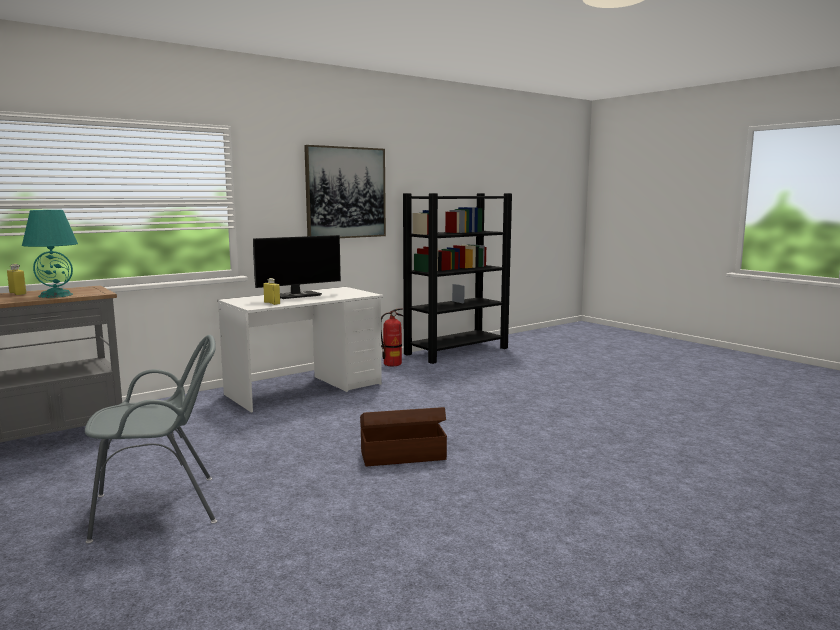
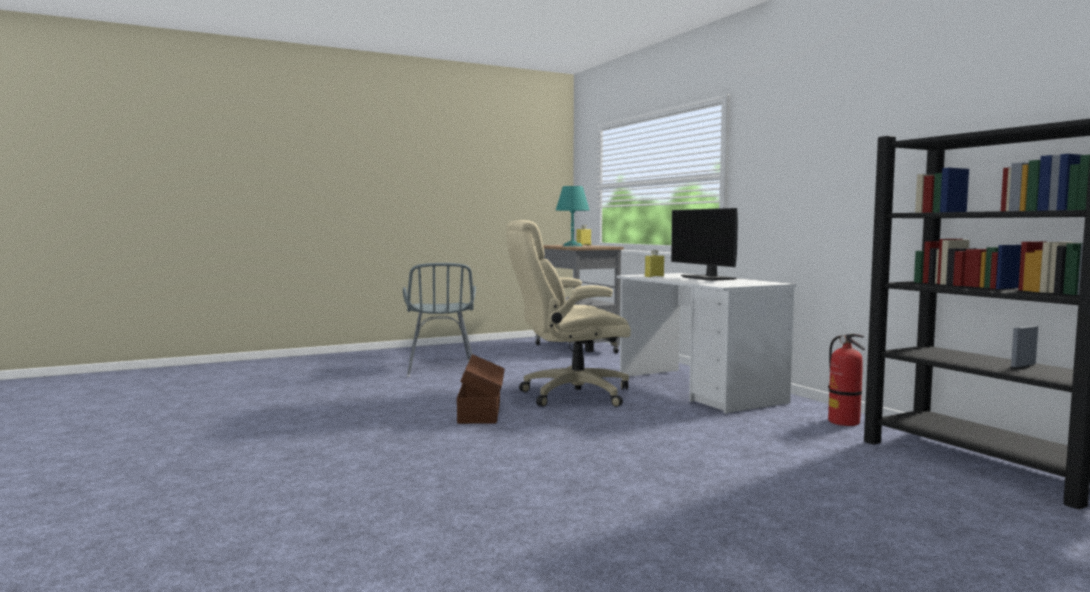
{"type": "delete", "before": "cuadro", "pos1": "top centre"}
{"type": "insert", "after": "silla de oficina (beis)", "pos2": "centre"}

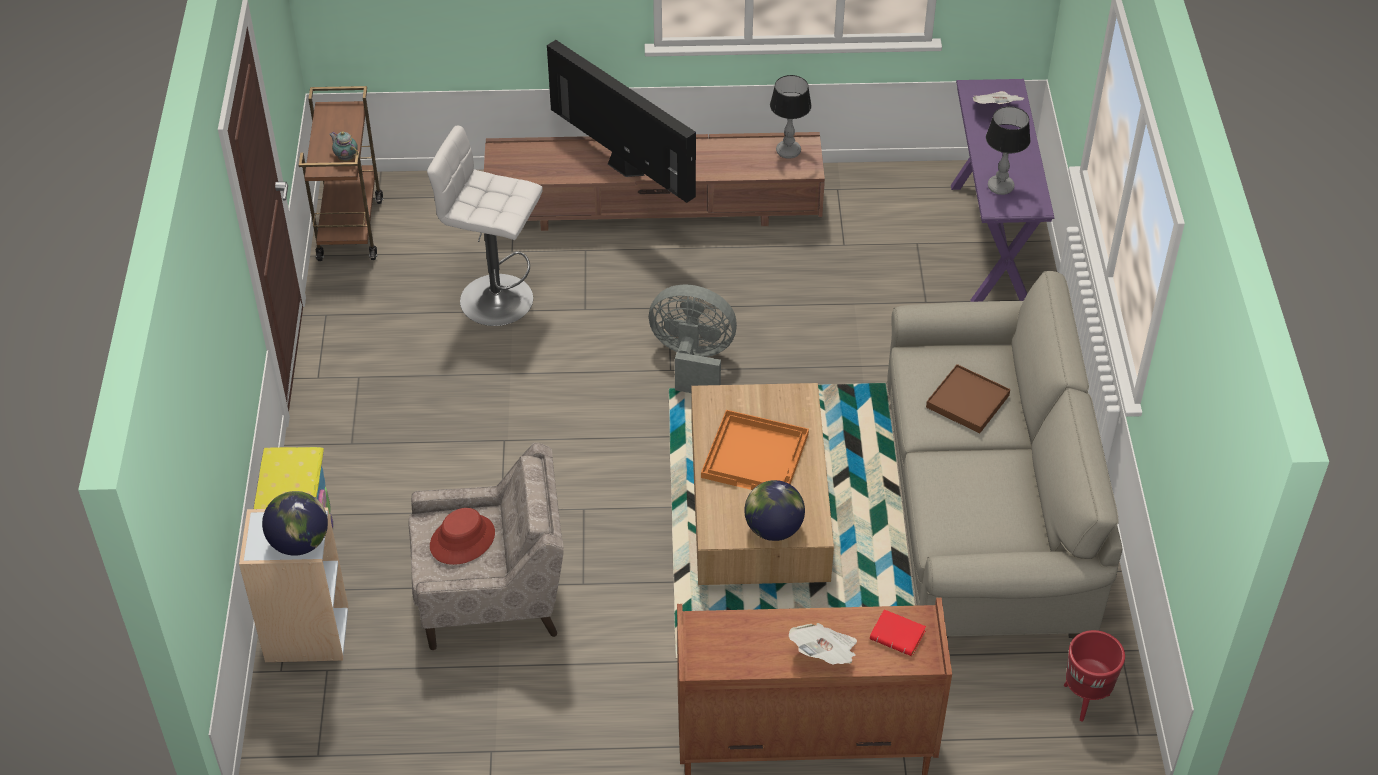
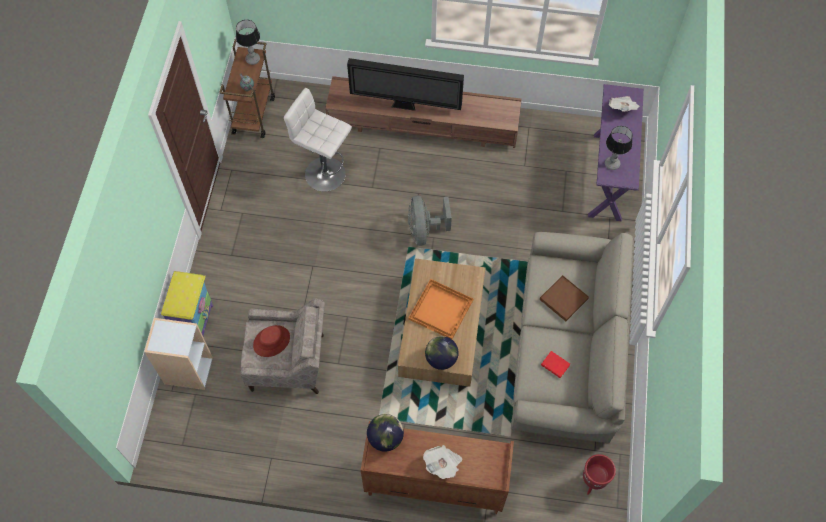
{"type": "move", "before": "globo terráqueo (1st from left)", "pos1": "bottom left", "pos2": "bottom centre"}
{"type": "rotate", "before": "televisor", "pos1": "top centre", "pos2": "top centre", "turn": 135}
{"type": "rotate", "before": "ventilador (gris)", "pos1": "centre", "pos2": "centre", "turn": -120}
{"type": "move", "before": "lámpara de mesa (1st from left)", "pos1": "top centre", "pos2": "top left"}
{"type": "move", "before": "libro (rojo)", "pos1": "bottom centre", "pos2": "bottom right"}

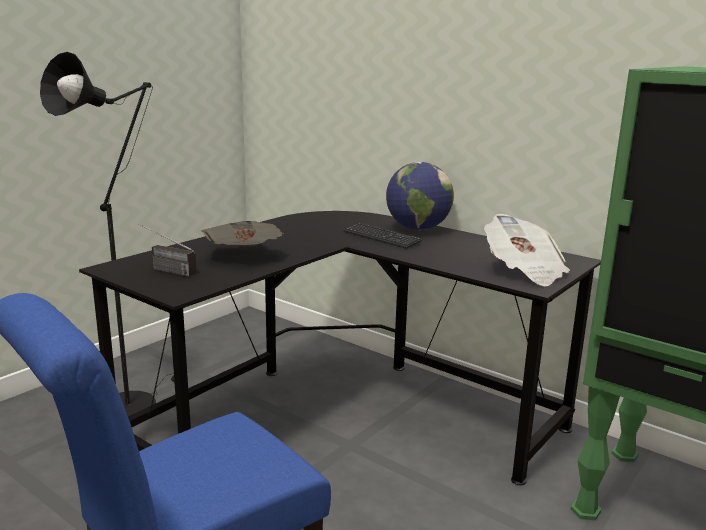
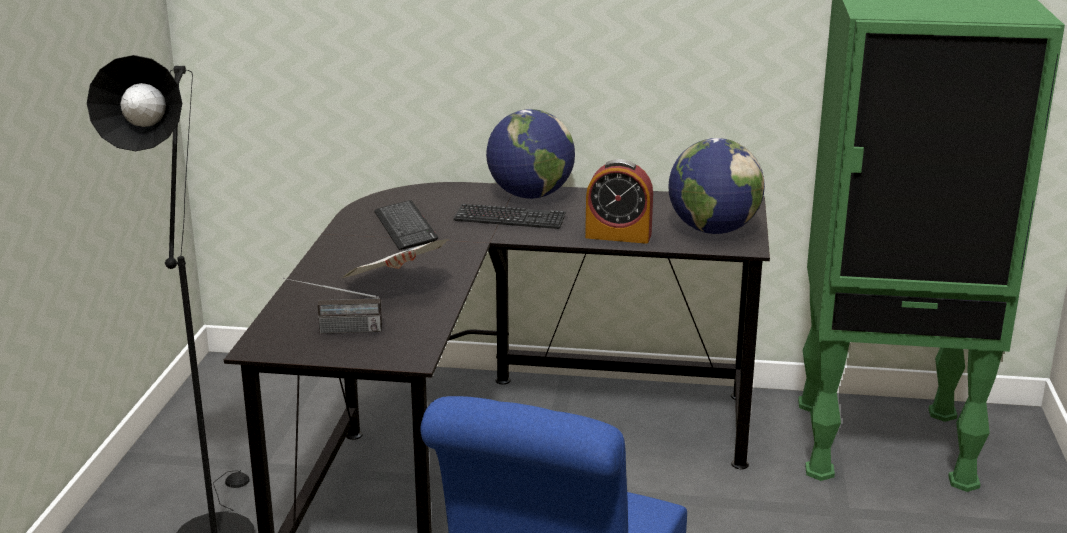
{"type": "replace", "before": "periódico (2nd from left)", "after": "globo terráqueo (2nd from left)", "pos1": "middle right", "pos2": "middle right"}
{"type": "insert", "after": "teclado (1st from left)", "pos2": "centre"}
{"type": "insert", "after": "despertador", "pos2": "centre"}

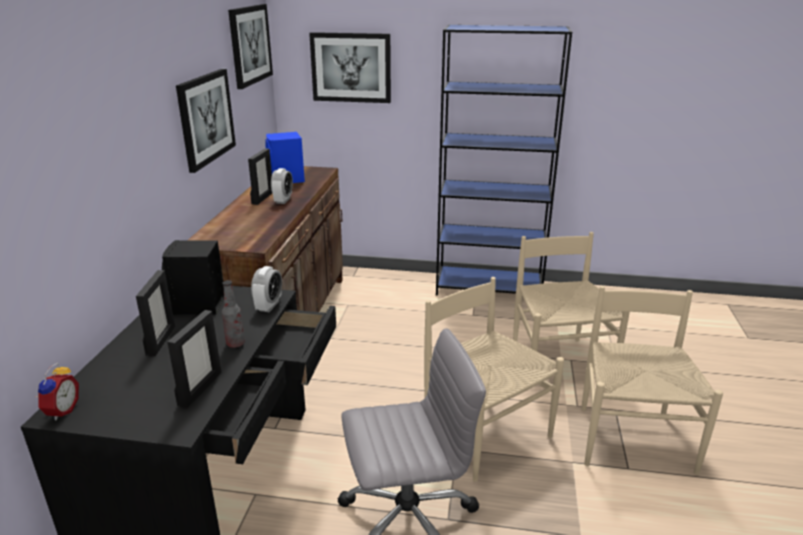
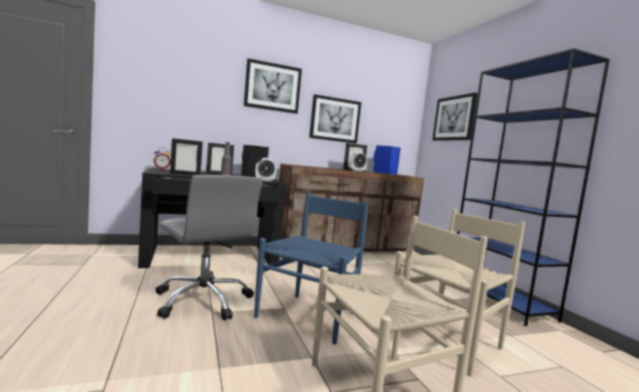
{"type": "move", "before": "cuadro (2nd from left in the first image)", "after": "cuadro (1st from left)", "pos1": "top left", "pos2": "top centre"}
{"type": "recolor", "before": "silla (beis) (1st from left)", "after": "silla (azul)", "pos1": "bottom centre", "pos2": "bottom centre"}

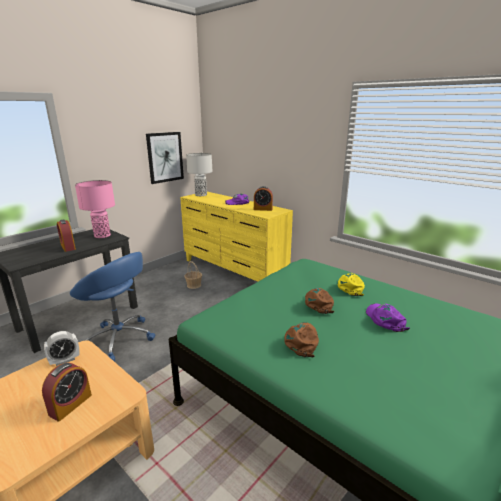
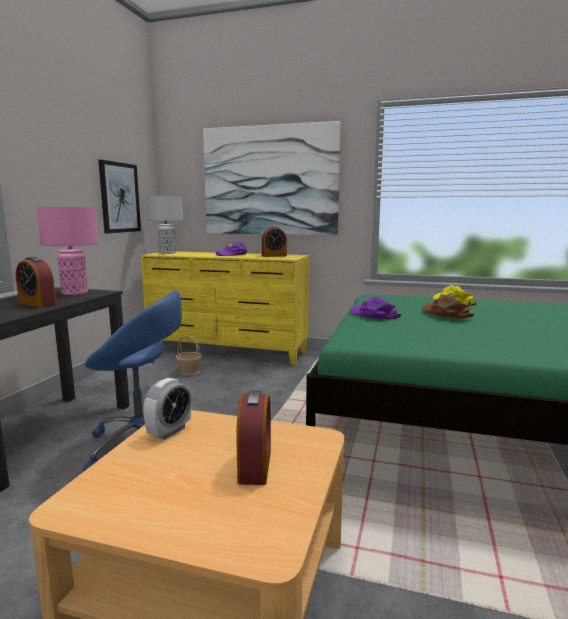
{"type": "delete", "before": "gorra (marrón) (1st from left)", "pos1": "bottom centre"}
{"type": "move", "before": "gorra (morado) (2nd from left)", "pos1": "middle right", "pos2": "centre"}
{"type": "insert", "after": "cuadro (2nd from left)", "pos2": "top centre"}

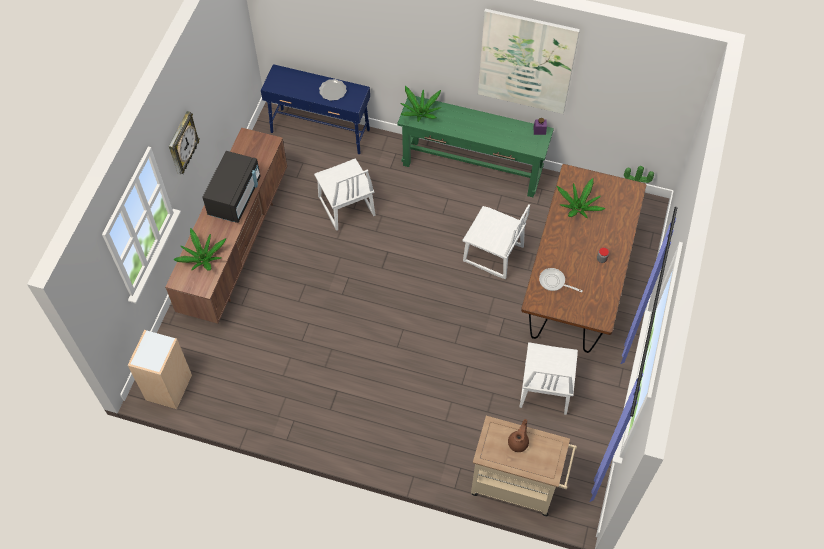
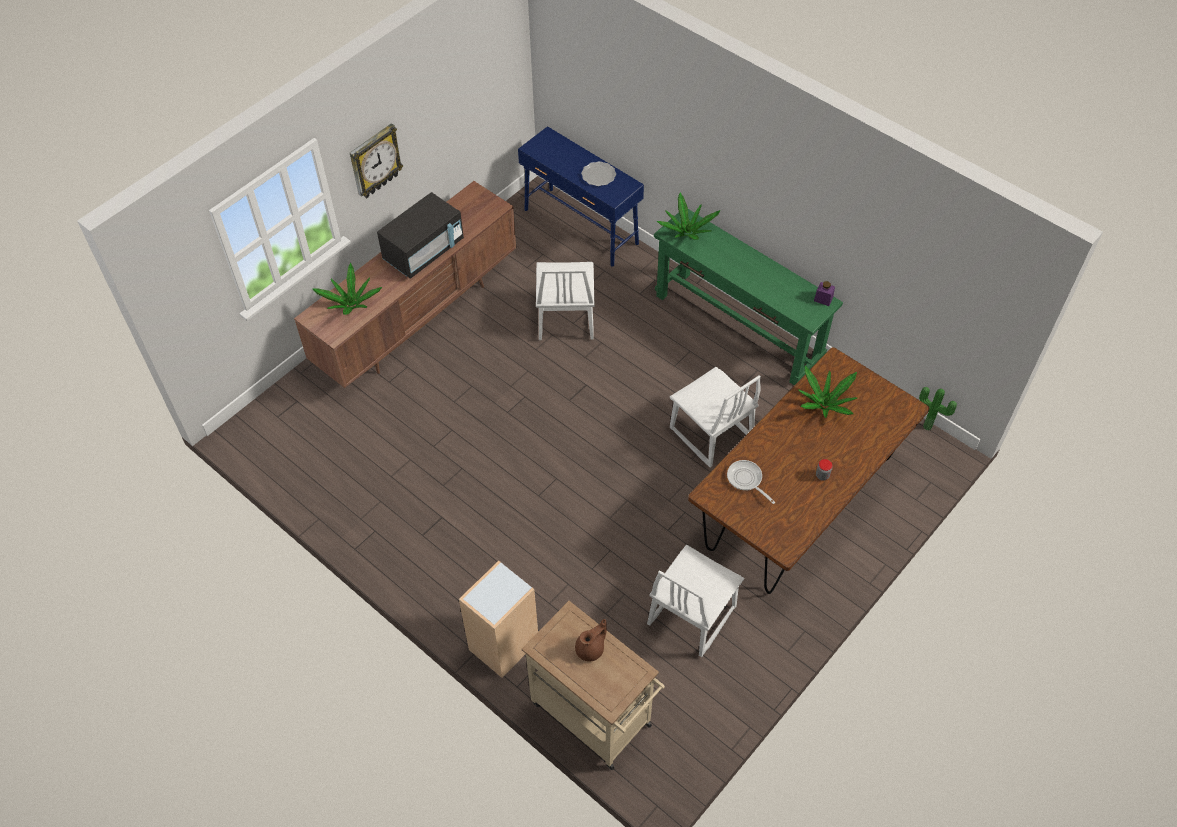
{"type": "move", "before": "estantería", "pos1": "bottom left", "pos2": "bottom centre"}
{"type": "delete", "before": "cuadro", "pos1": "top centre"}

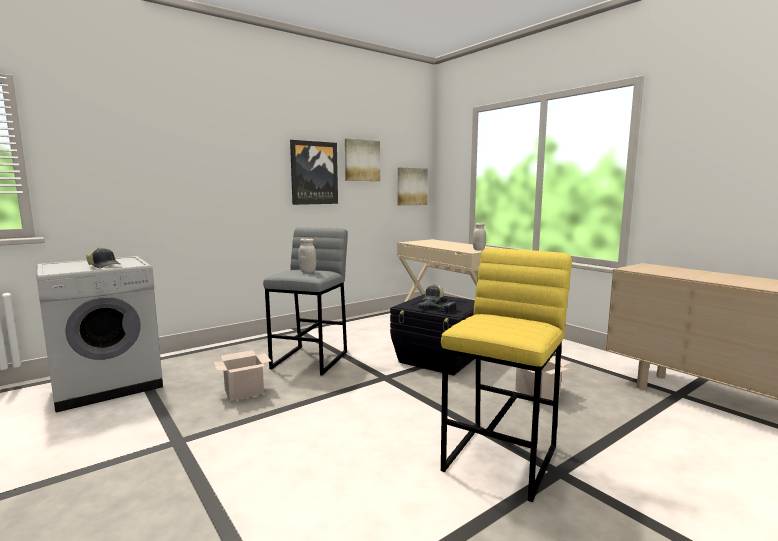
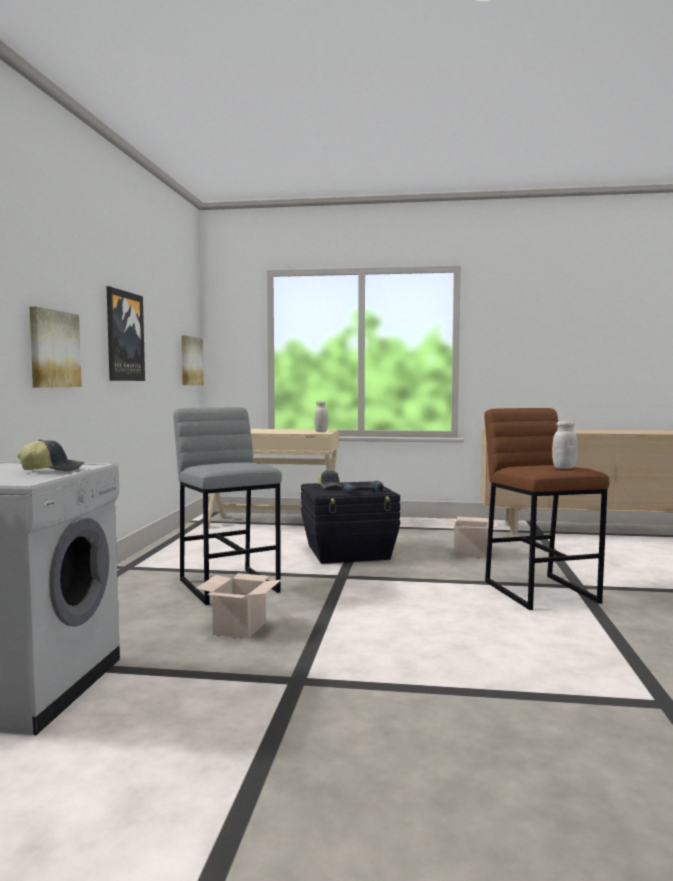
{"type": "move", "before": "tarro (blanco) (1st from left in the first image)", "after": "tarro (blanco) (2nd from left)", "pos1": "centre", "pos2": "middle right"}
{"type": "move", "before": "cuadro (2nd from left in the first image)", "after": "cuadro (1st from left)", "pos1": "top centre", "pos2": "middle left"}
{"type": "recolor", "before": "taburete (amarillo)", "after": "taburete (marrón)", "pos1": "bottom centre", "pos2": "middle right"}

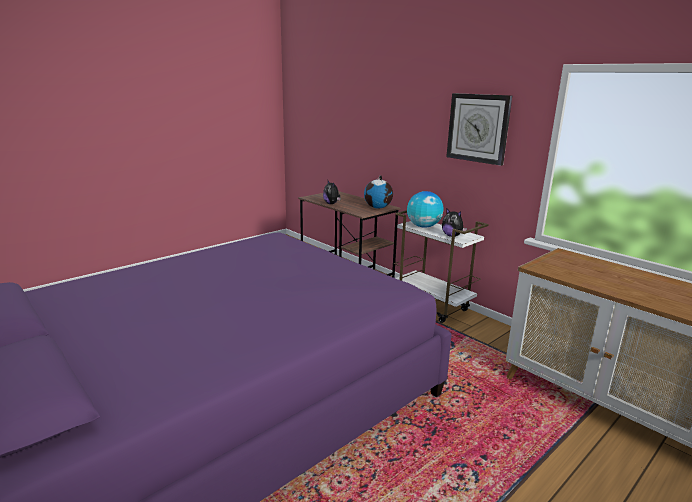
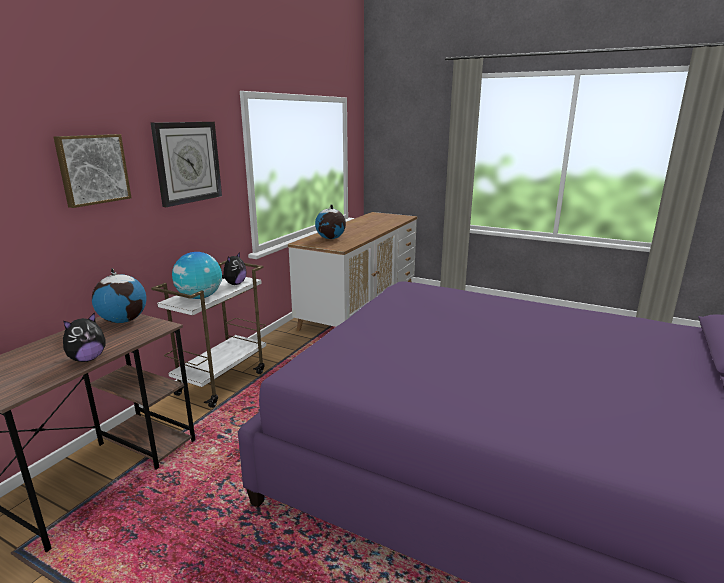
{"type": "insert", "after": "cuadro", "pos2": "top left"}
{"type": "insert", "after": "globo terráqueo (3rd from left)", "pos2": "centre"}

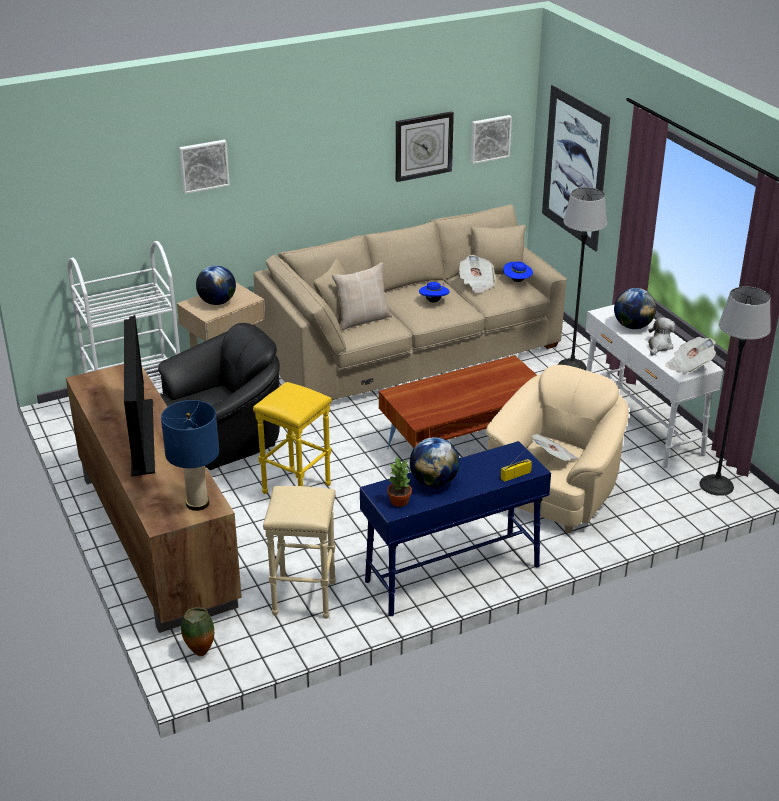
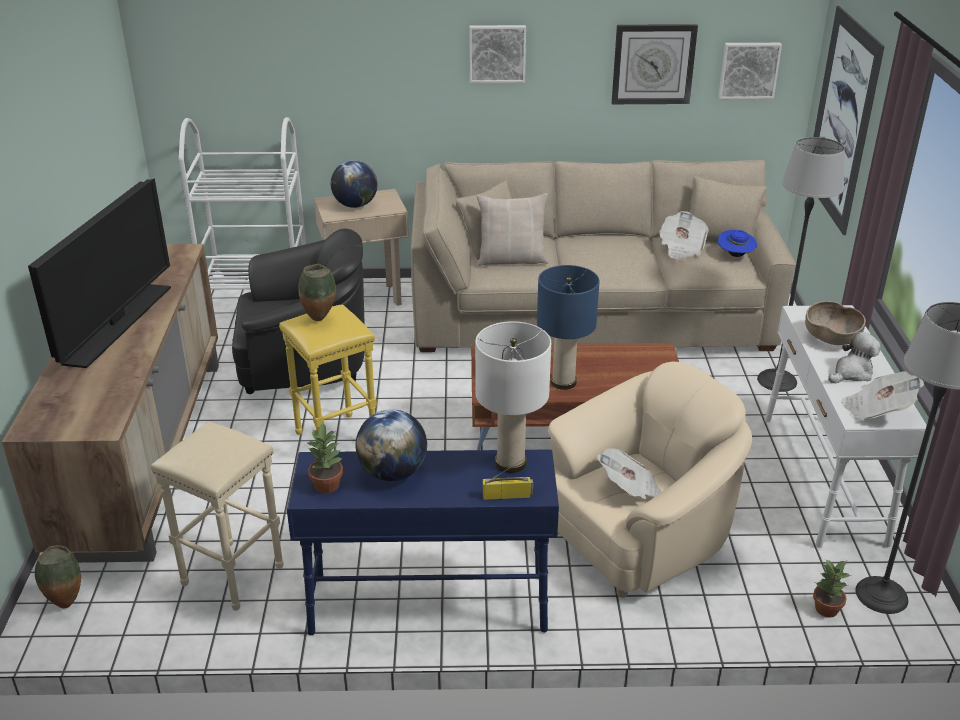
{"type": "move", "before": "lámpara de mesa (azul)", "pos1": "middle left", "pos2": "centre"}
{"type": "move", "before": "cuadro (1st from left)", "pos1": "top left", "pos2": "top centre"}
{"type": "delete", "before": "sombrero (azul) (1st from left)", "pos1": "centre"}
{"type": "replace", "before": "globo terráqueo (3rd from left)", "after": "cuenco (marrón)", "pos1": "middle right", "pos2": "middle right"}
{"type": "insert", "after": "florero (2nd from left)", "pos2": "middle left"}
{"type": "insert", "after": "lámpara de mesa (blanco)", "pos2": "centre"}
{"type": "insert", "after": "planta en maceta (2nd from left)", "pos2": "bottom right"}

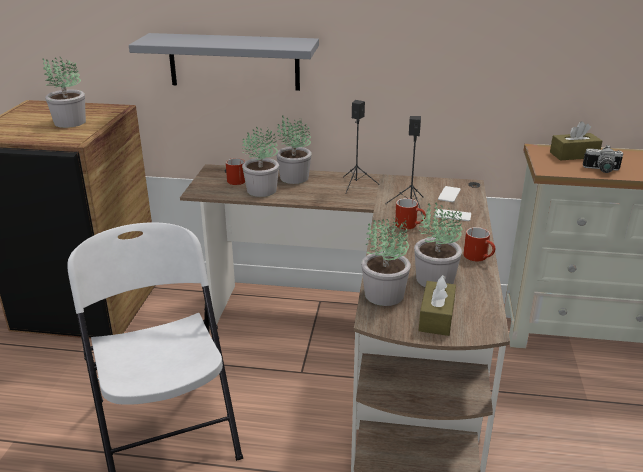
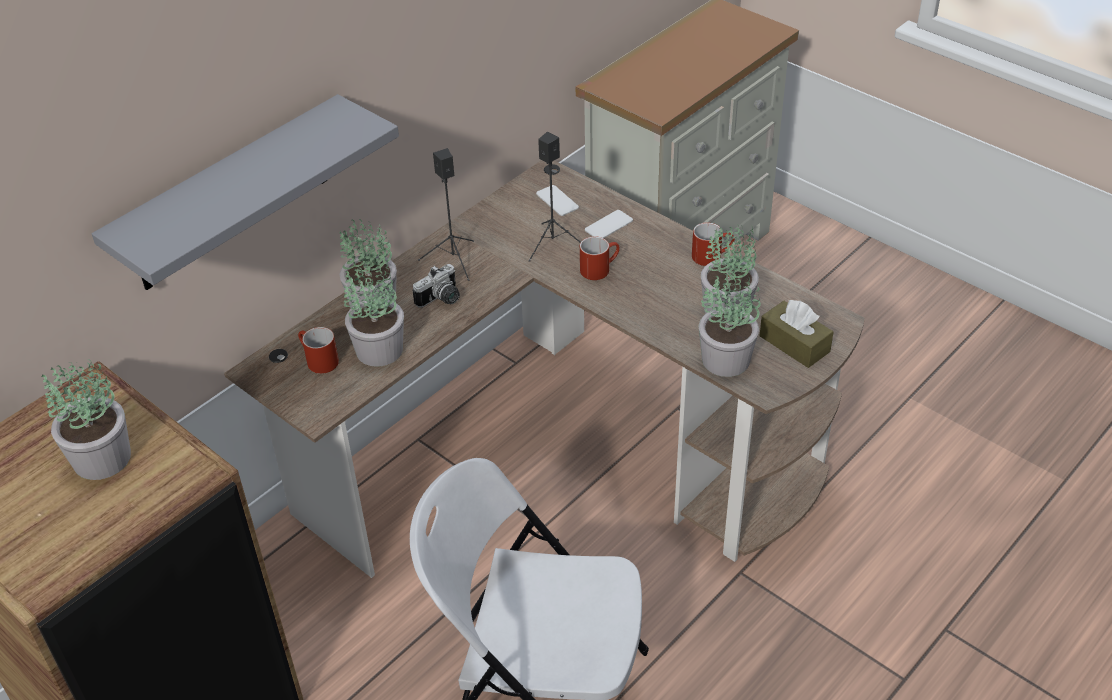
{"type": "delete", "before": "caja de pañuelos (marrón) (2nd from left)", "pos1": "top right"}
{"type": "move", "before": "cámara", "pos1": "middle right", "pos2": "centre"}

